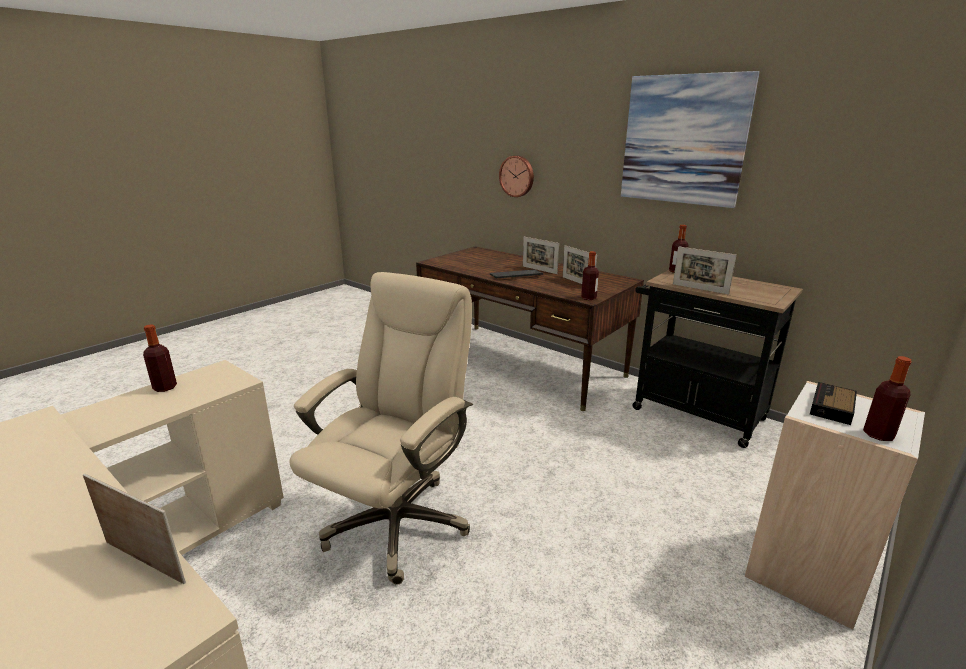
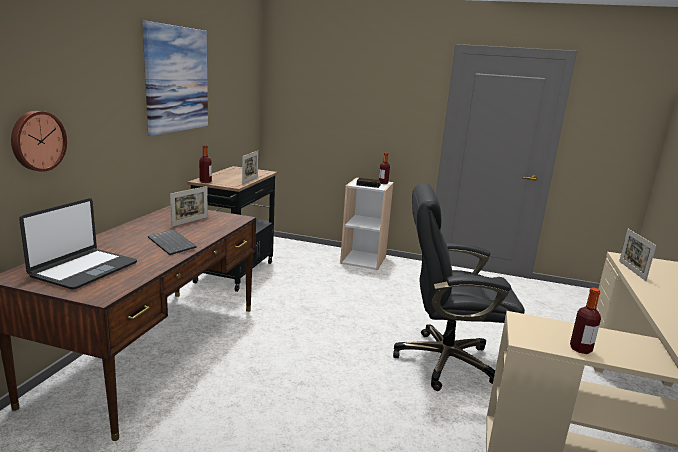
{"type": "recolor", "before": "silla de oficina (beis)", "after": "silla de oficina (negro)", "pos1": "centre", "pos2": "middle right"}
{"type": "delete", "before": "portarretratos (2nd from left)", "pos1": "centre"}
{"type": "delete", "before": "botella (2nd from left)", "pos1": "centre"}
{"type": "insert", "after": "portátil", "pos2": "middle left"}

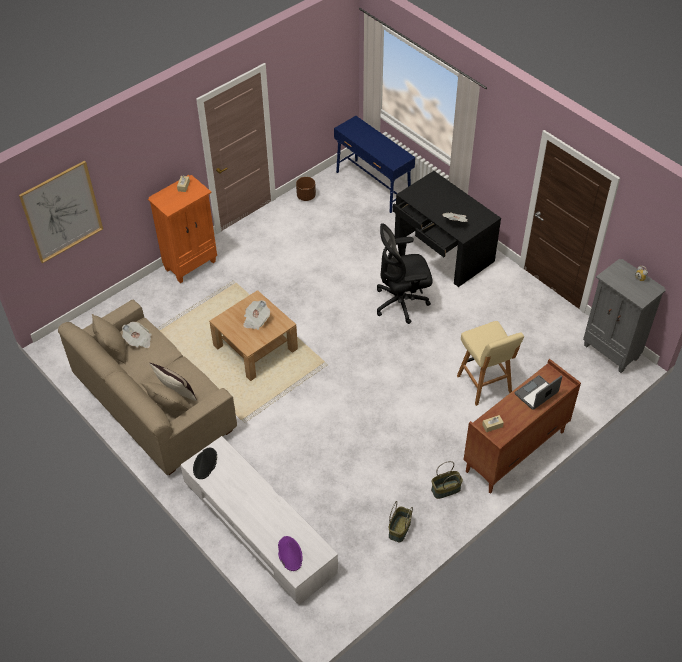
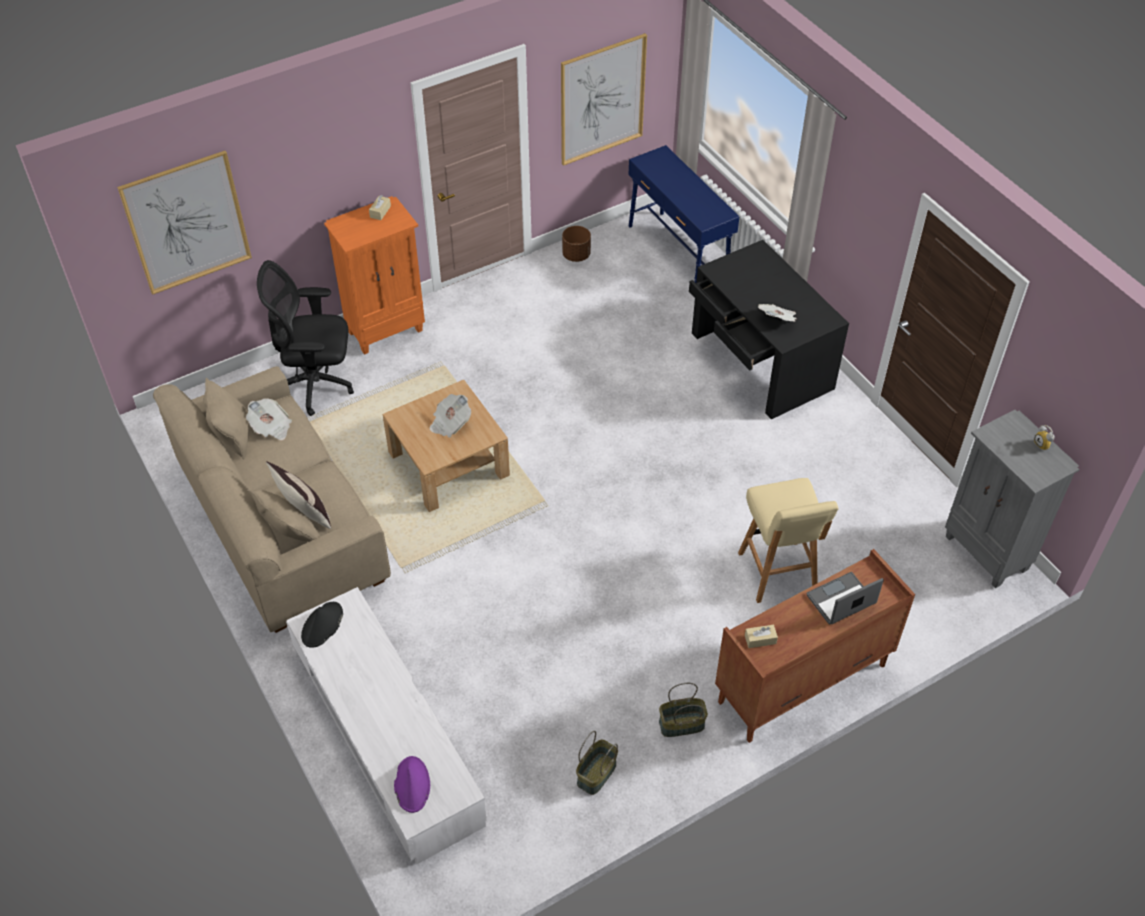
{"type": "move", "before": "silla de oficina (negro)", "pos1": "centre", "pos2": "middle left"}
{"type": "insert", "after": "cuadro (2nd from left)", "pos2": "top centre"}

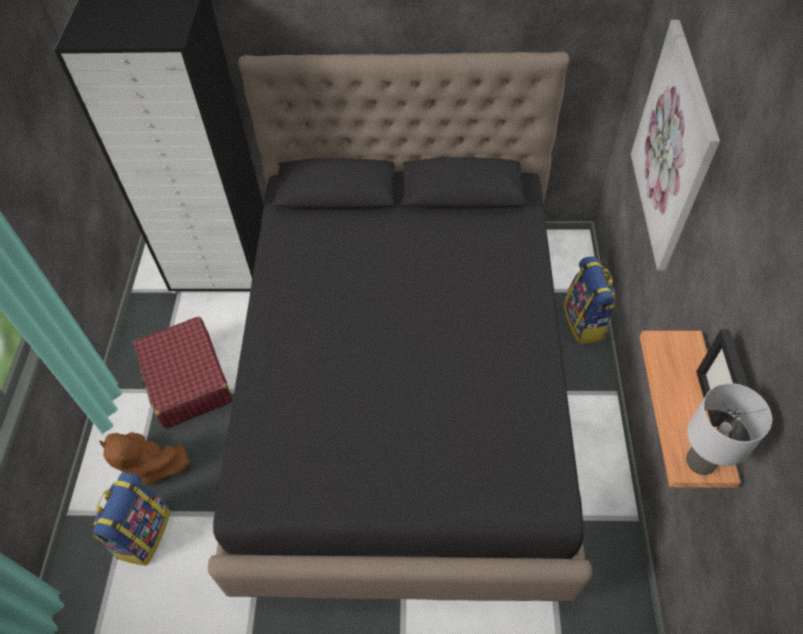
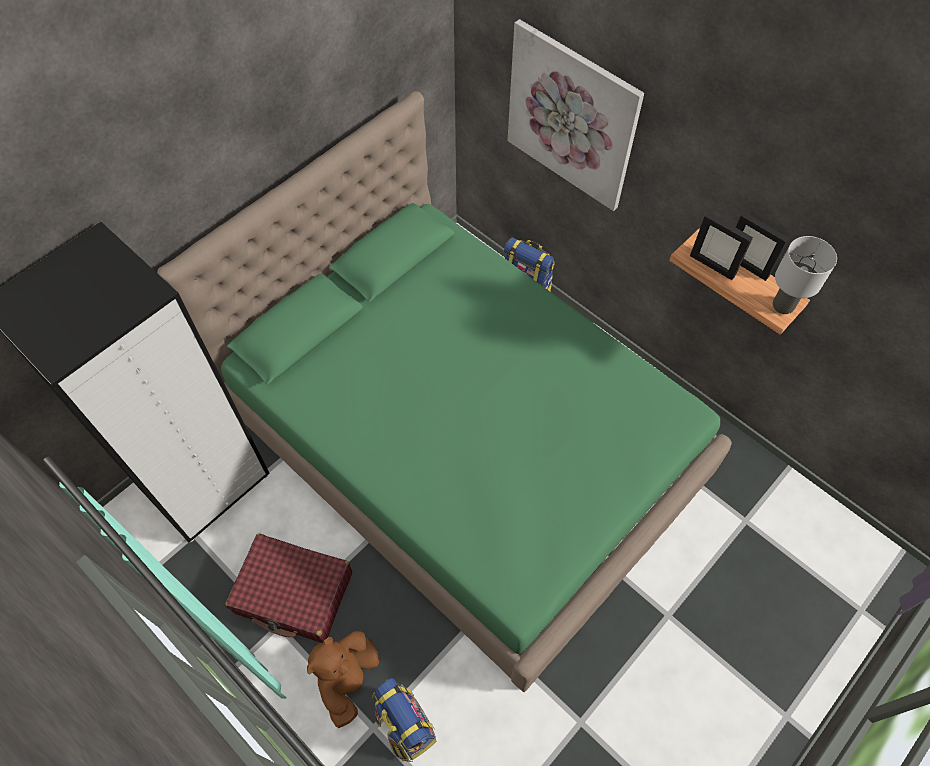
{"type": "rotate", "before": "peluche (marrón)", "pos1": "bottom left", "pos2": "bottom centre", "turn": 135}
{"type": "recolor", "before": "cama (negro)", "after": "cama (verde)", "pos1": "centre", "pos2": "centre"}
{"type": "insert", "after": "portarretratos (1st from left)", "pos2": "top right"}

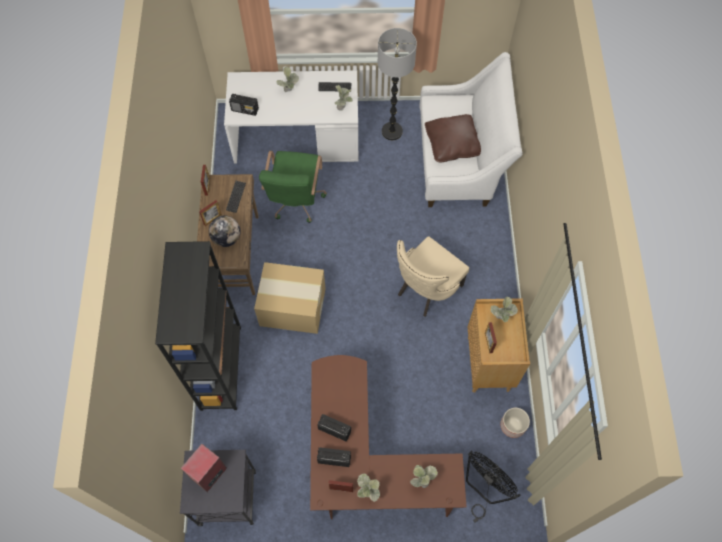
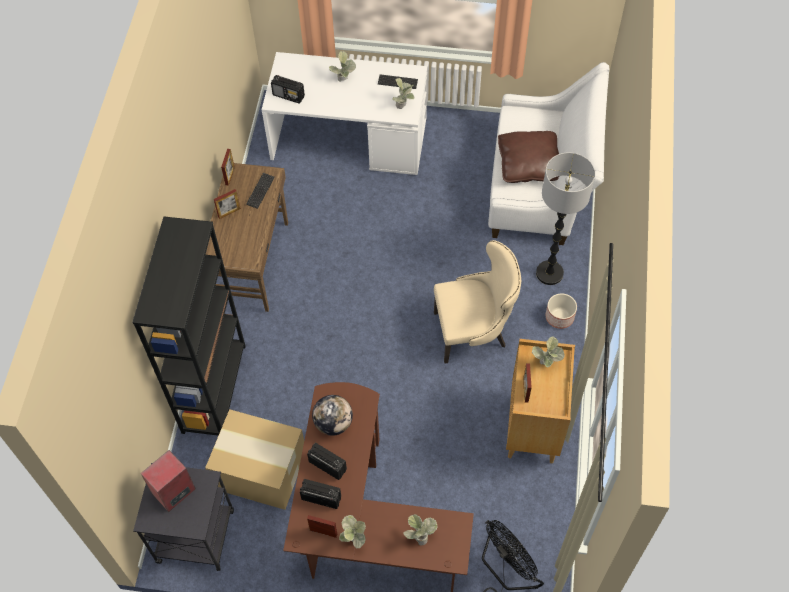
{"type": "move", "before": "globo terráqueo", "pos1": "middle left", "pos2": "bottom centre"}
{"type": "move", "before": "caja de cartón", "pos1": "centre", "pos2": "bottom left"}
{"type": "delete", "before": "silla de oficina (verde)", "pos1": "centre"}
{"type": "move", "before": "lámpara de pie", "pos1": "top centre", "pos2": "middle right"}
{"type": "rotate", "before": "silla (beis)", "pos1": "centre", "pos2": "centre", "turn": -150}
{"type": "move", "before": "maceta", "pos1": "bottom right", "pos2": "middle right"}

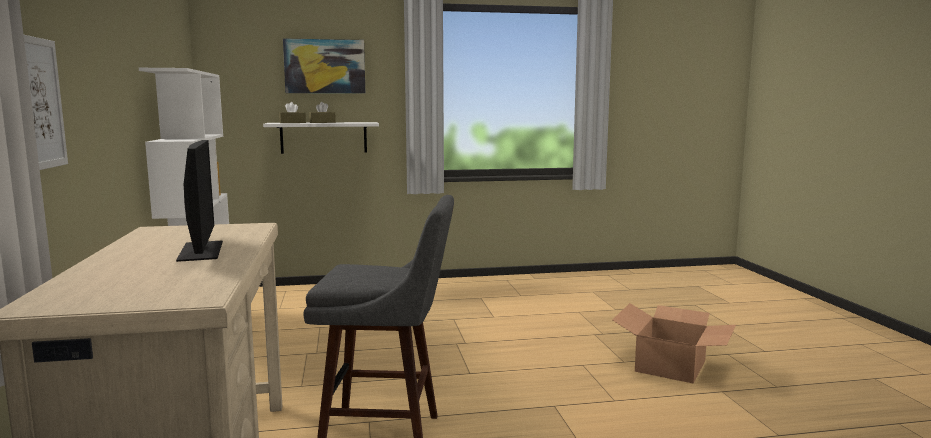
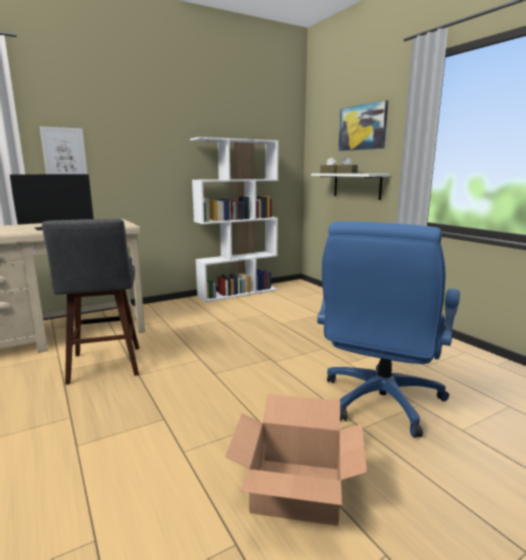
{"type": "insert", "after": "silla de oficina (azul)", "pos2": "middle right"}

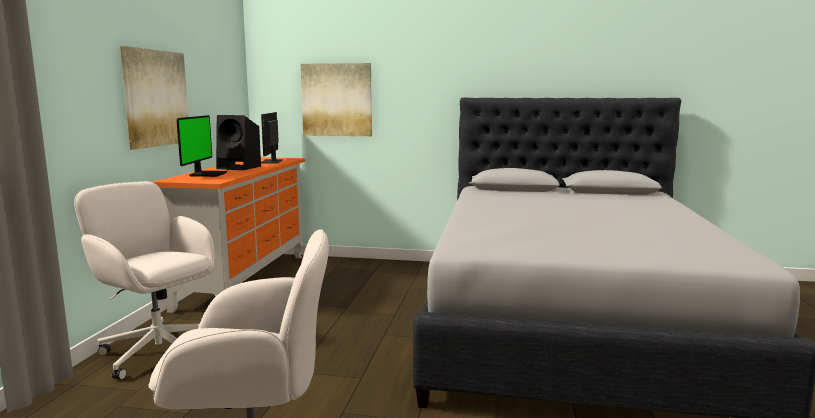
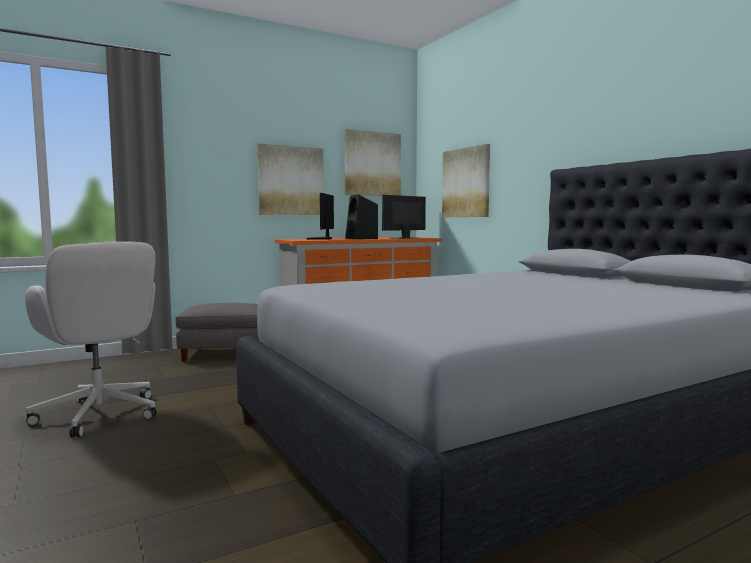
{"type": "replace", "before": "silla de oficina (blanco) (1st from left)", "after": "puf (gris)", "pos1": "bottom left", "pos2": "middle left"}
{"type": "rotate", "before": "monitor (1st from left)", "pos1": "middle left", "pos2": "centre", "turn": 135}
{"type": "insert", "after": "cuadro (2nd from left)", "pos2": "top centre"}

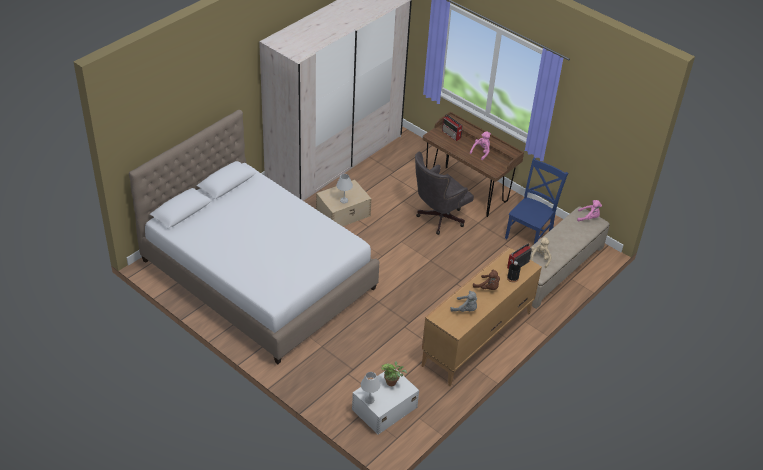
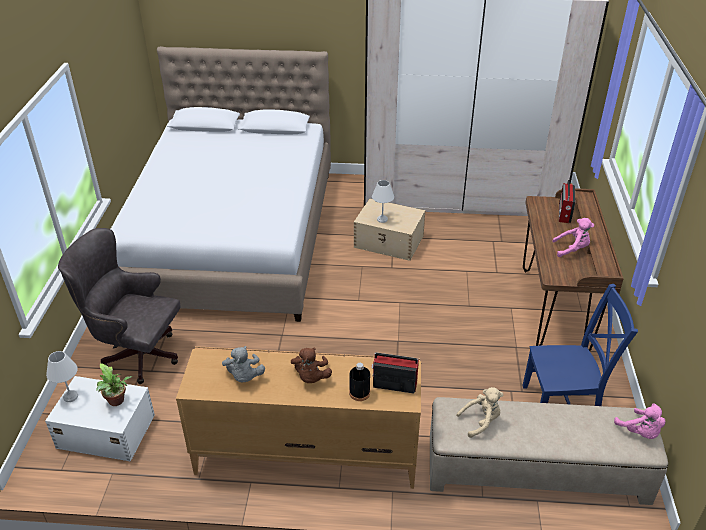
{"type": "move", "before": "silla de oficina (gris)", "pos1": "centre", "pos2": "middle left"}

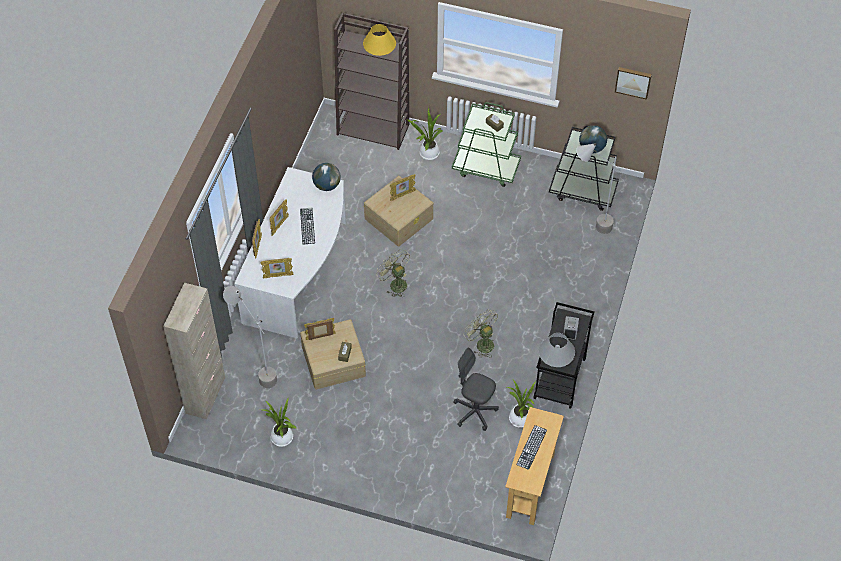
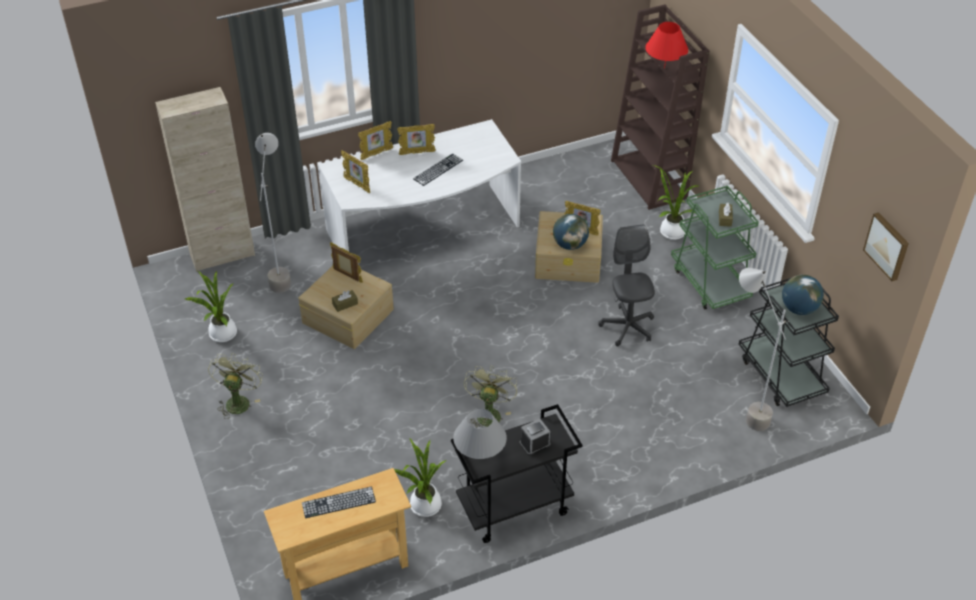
{"type": "move", "before": "globo terráqueo (1st from left)", "pos1": "top centre", "pos2": "centre"}
{"type": "recolor", "before": "lámpara de mesa (amarillo)", "after": "lámpara de mesa (rojo)", "pos1": "top centre", "pos2": "top right"}
{"type": "move", "before": "ventilador (verde) (1st from left)", "pos1": "centre", "pos2": "middle left"}
{"type": "move", "before": "silla de oficina (gris)", "pos1": "bottom centre", "pos2": "centre"}

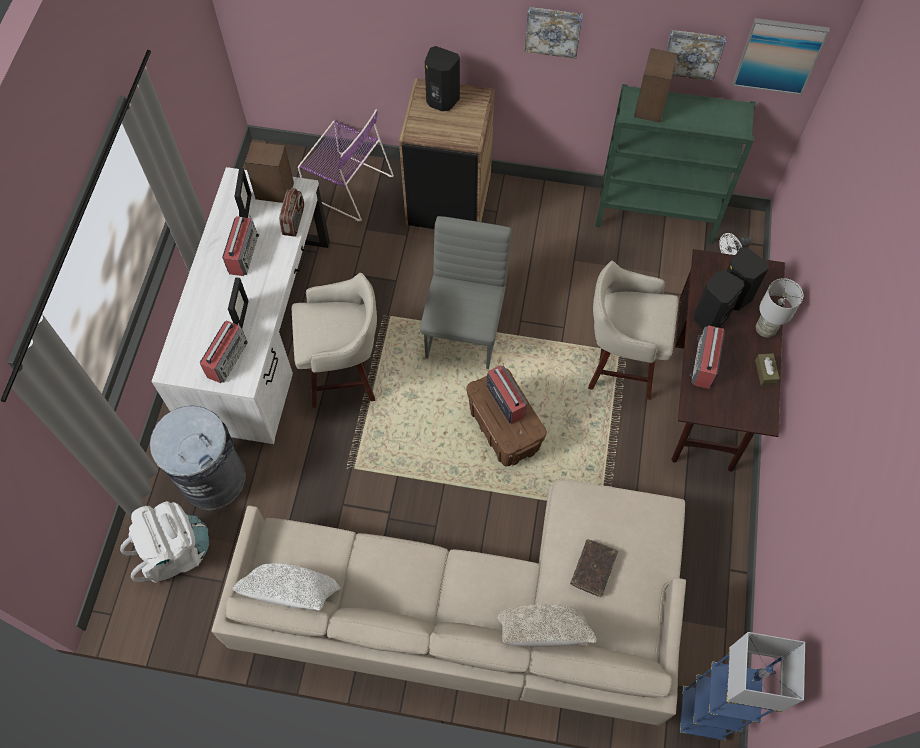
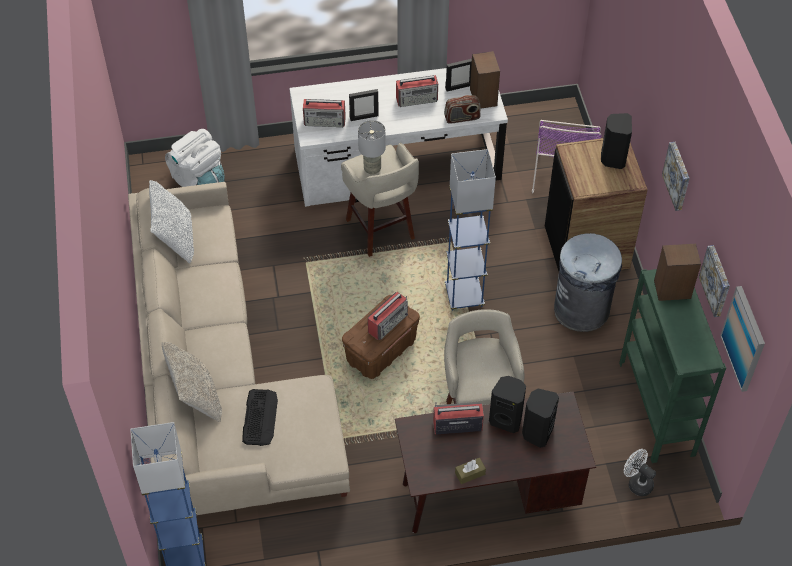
{"type": "move", "before": "papelera (gris)", "pos1": "middle left", "pos2": "middle right"}
{"type": "replace", "before": "silla (gris)", "after": "lámpara de pie (azul) (2nd from left)", "pos1": "centre", "pos2": "centre"}
{"type": "replace", "before": "libro (marrón)", "after": "teclado", "pos1": "bottom centre", "pos2": "bottom left"}
{"type": "move", "before": "lámpara de mesa (gris)", "pos1": "middle right", "pos2": "top centre"}

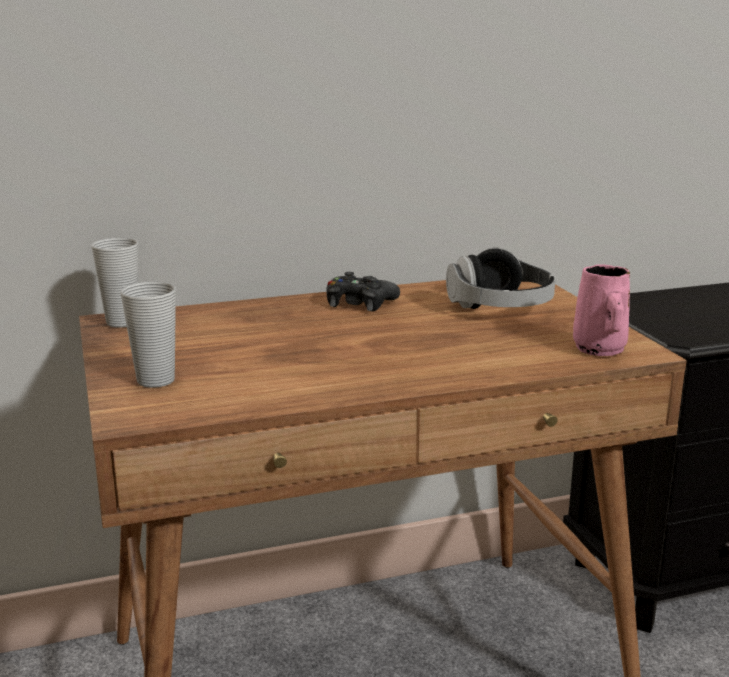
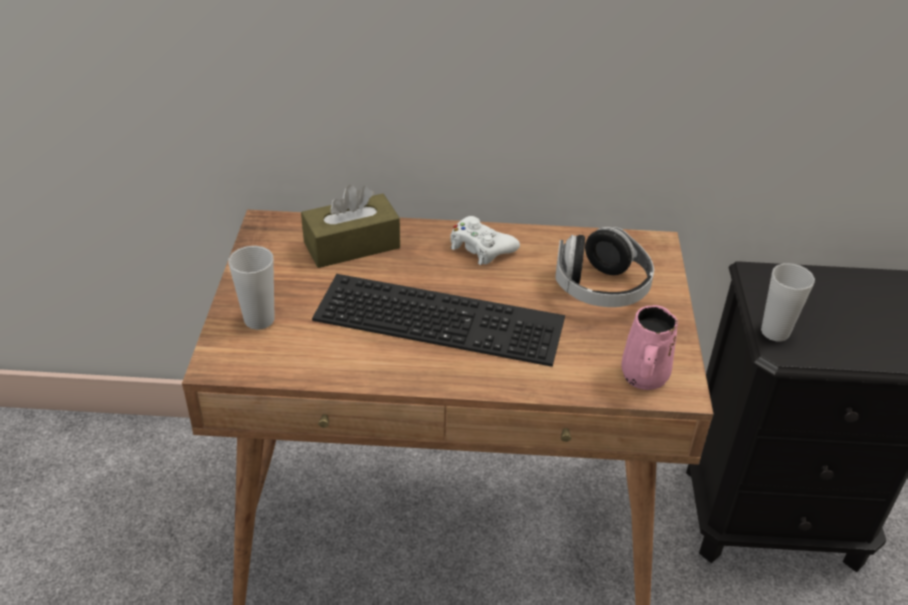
{"type": "move", "before": "taza (1st from left in the first image)", "after": "taza (2nd from left)", "pos1": "middle left", "pos2": "middle right"}
{"type": "recolor", "before": "mando de consola (negro)", "after": "mando de consola (blanco)", "pos1": "centre", "pos2": "centre"}
{"type": "insert", "after": "caja de pañuelos (marrón)", "pos2": "centre"}
{"type": "insert", "after": "teclado", "pos2": "centre"}

